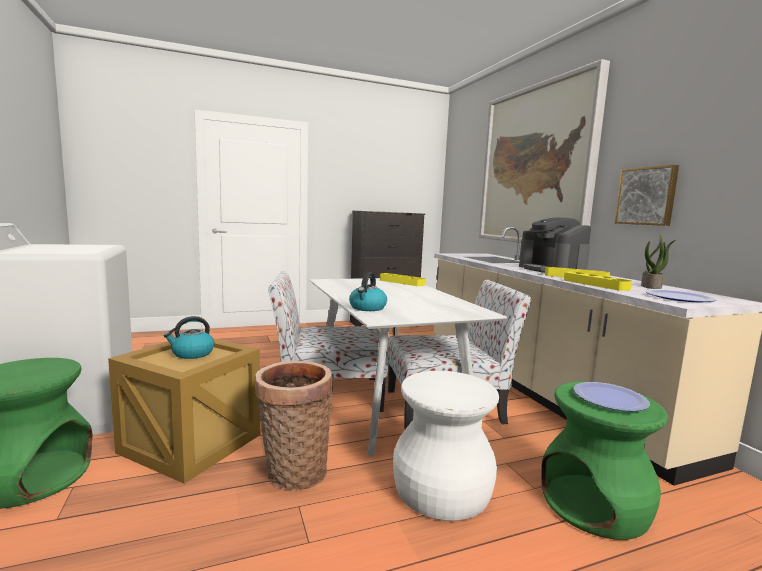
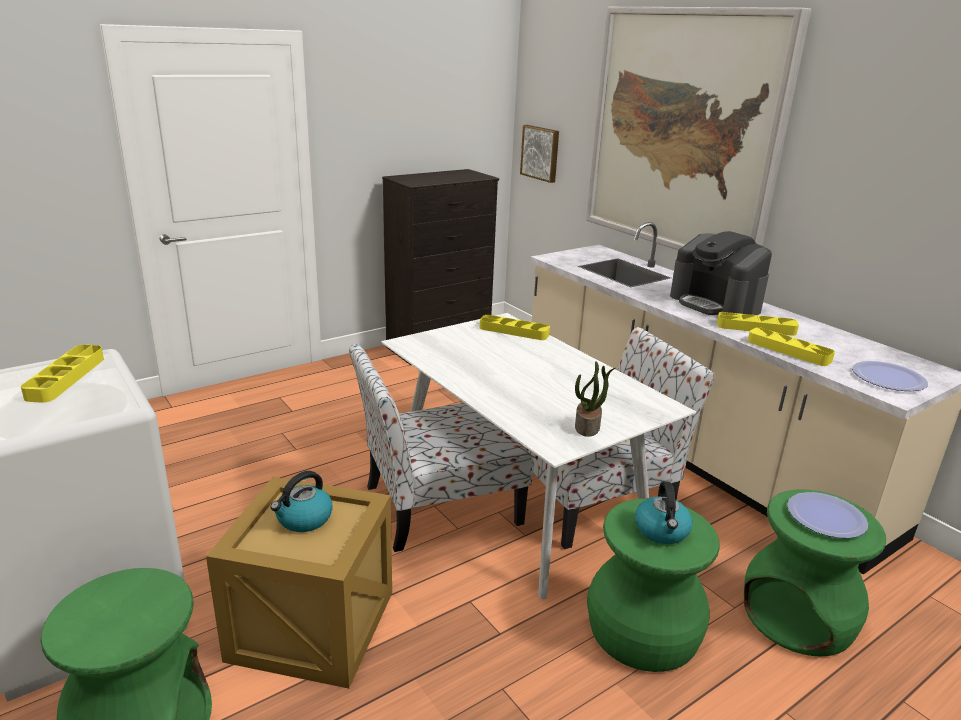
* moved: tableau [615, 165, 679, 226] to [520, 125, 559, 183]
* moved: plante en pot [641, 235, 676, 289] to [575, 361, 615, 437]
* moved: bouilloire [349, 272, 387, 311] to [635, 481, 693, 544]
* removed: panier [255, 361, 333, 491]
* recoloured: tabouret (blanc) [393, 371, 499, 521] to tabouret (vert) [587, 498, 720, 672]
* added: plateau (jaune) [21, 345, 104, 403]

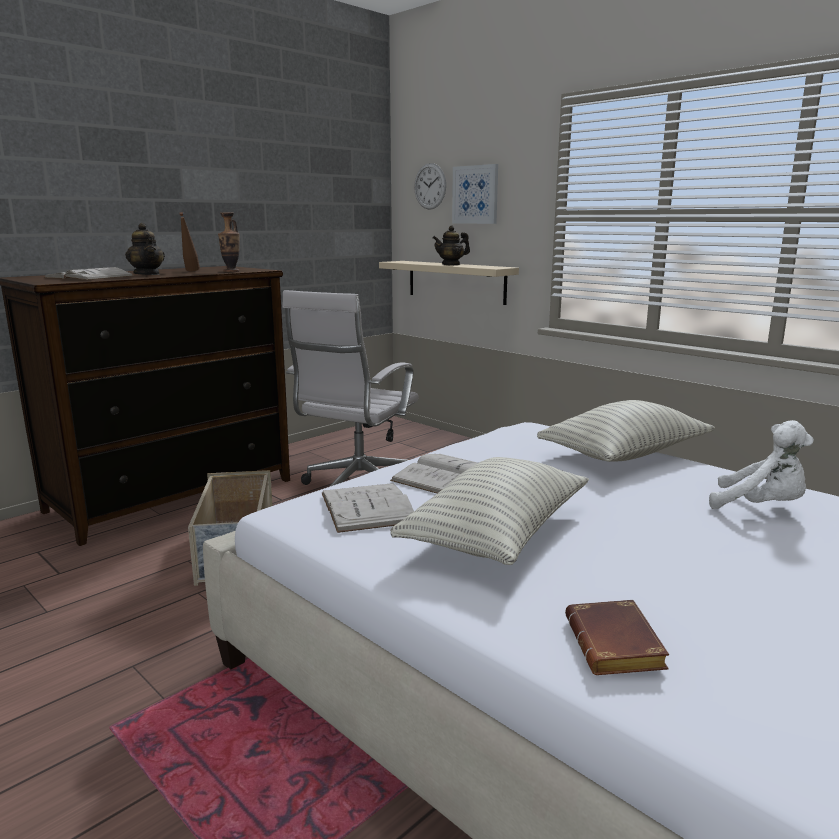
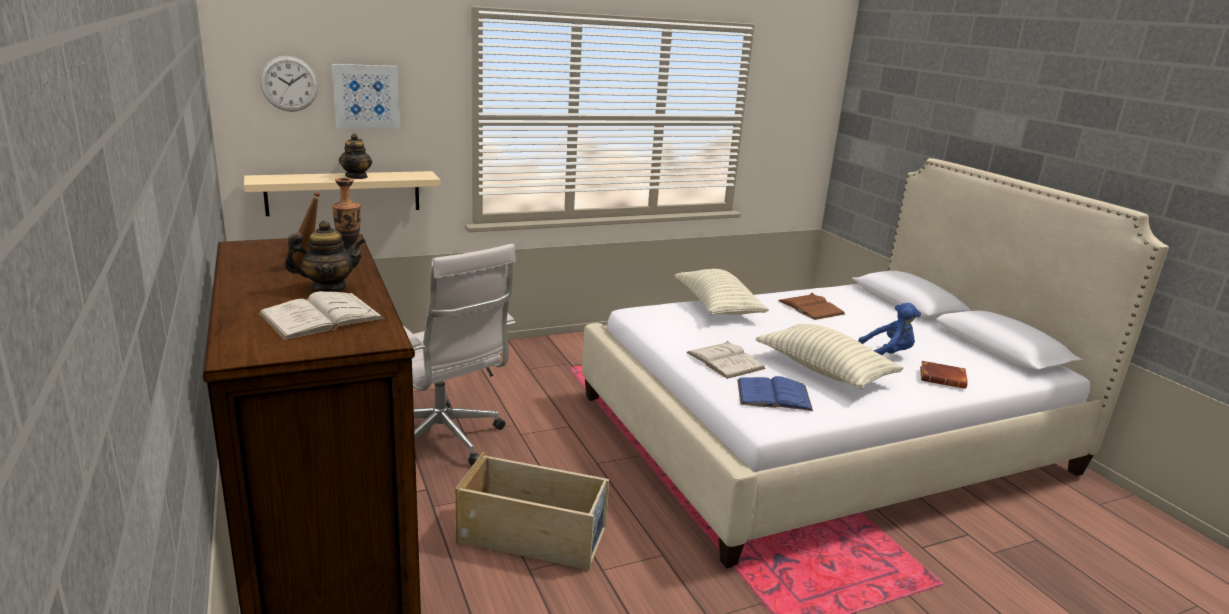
* replaced: peluche (blanc) [709, 420, 814, 509] to livre (marron) [778, 293, 845, 320]
* recoloured: livre (blanc) [322, 483, 414, 533] to livre (bleu) [737, 376, 813, 411]
* added: peluche (bleu) [858, 303, 921, 355]

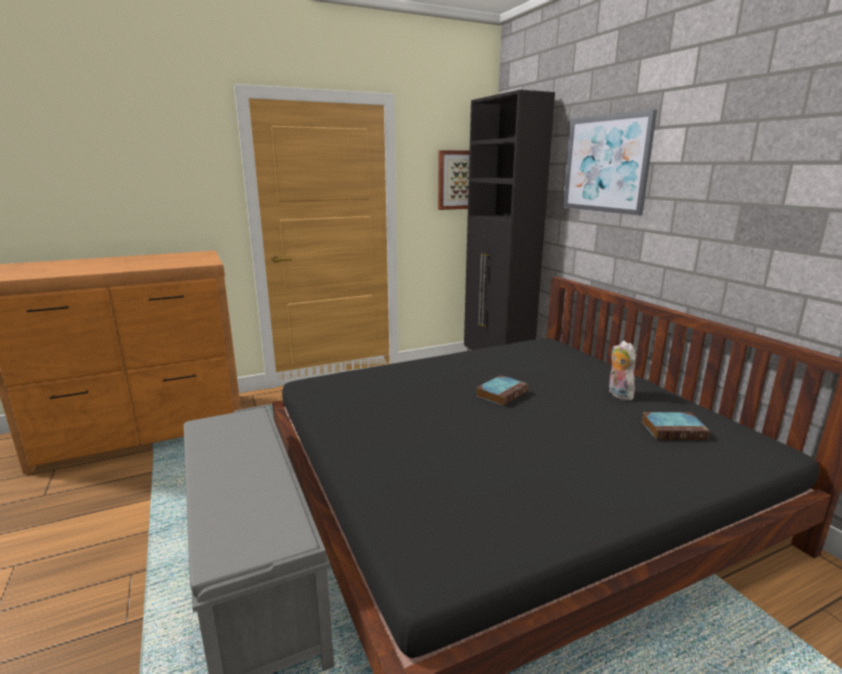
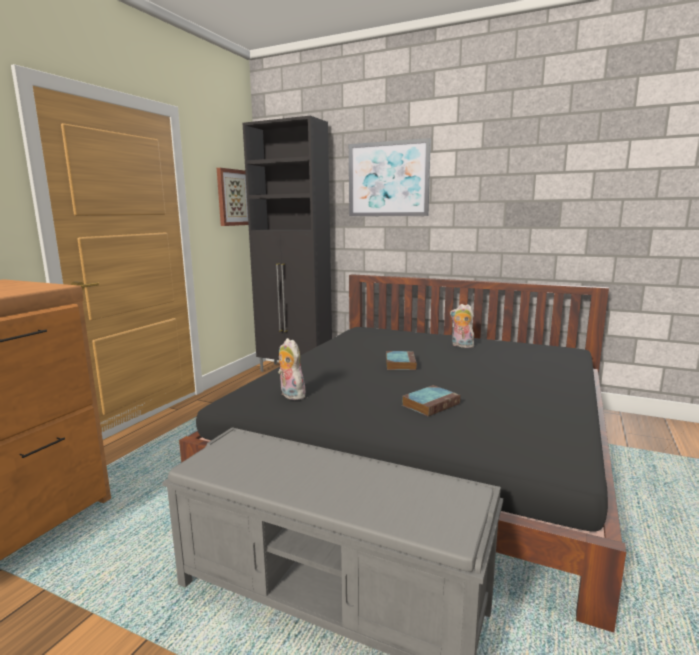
* moved: livre [641, 412, 710, 440] to [402, 385, 461, 416]
* added: peluche [278, 338, 305, 400]

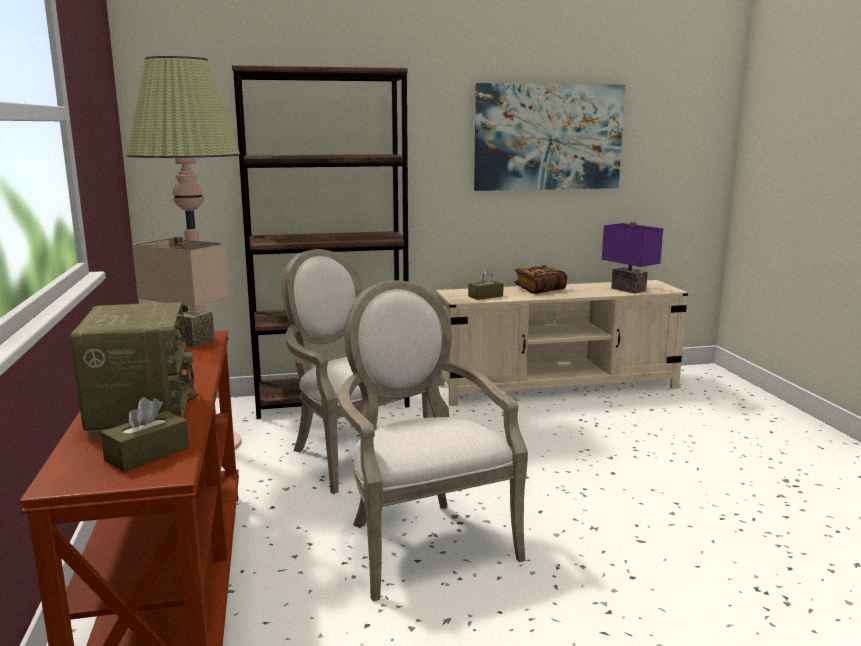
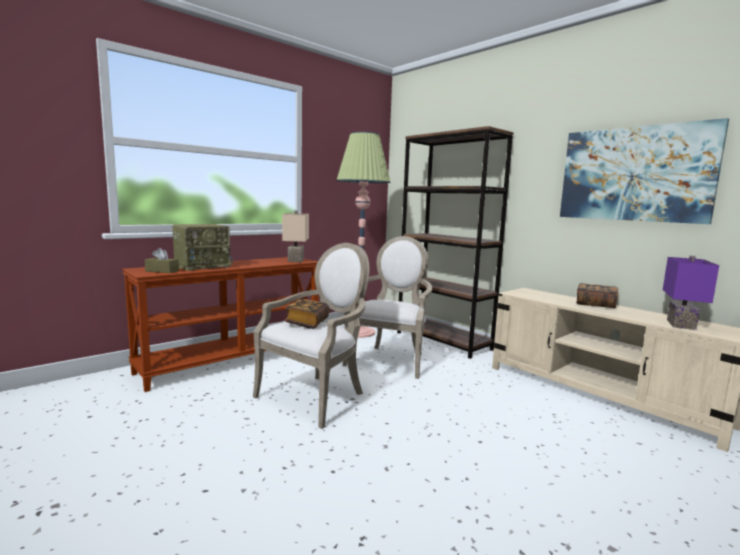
* removed: boîte à mouchoirs (marron) [468, 270, 504, 300]
* added: livre [284, 299, 329, 329]

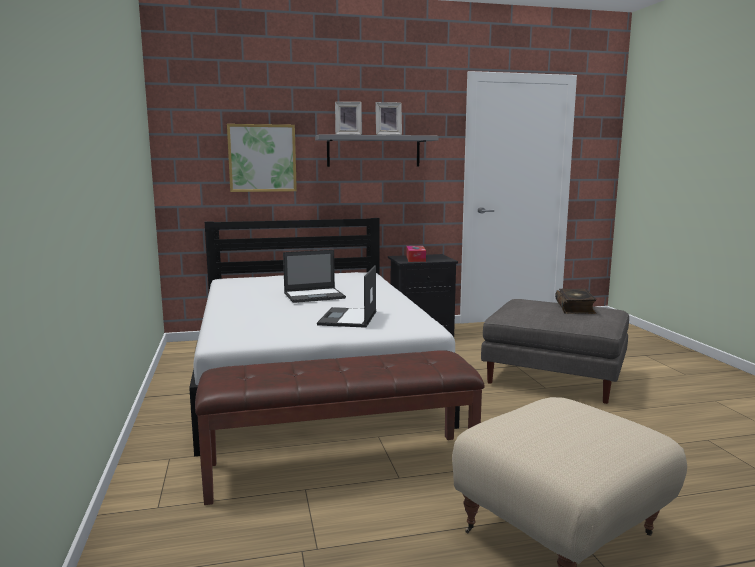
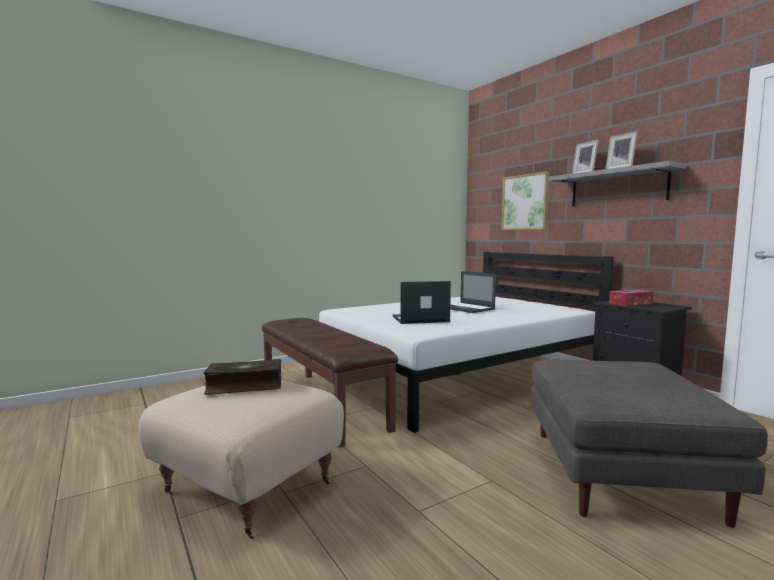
* moved: livre [555, 289, 597, 314] to [203, 359, 281, 395]

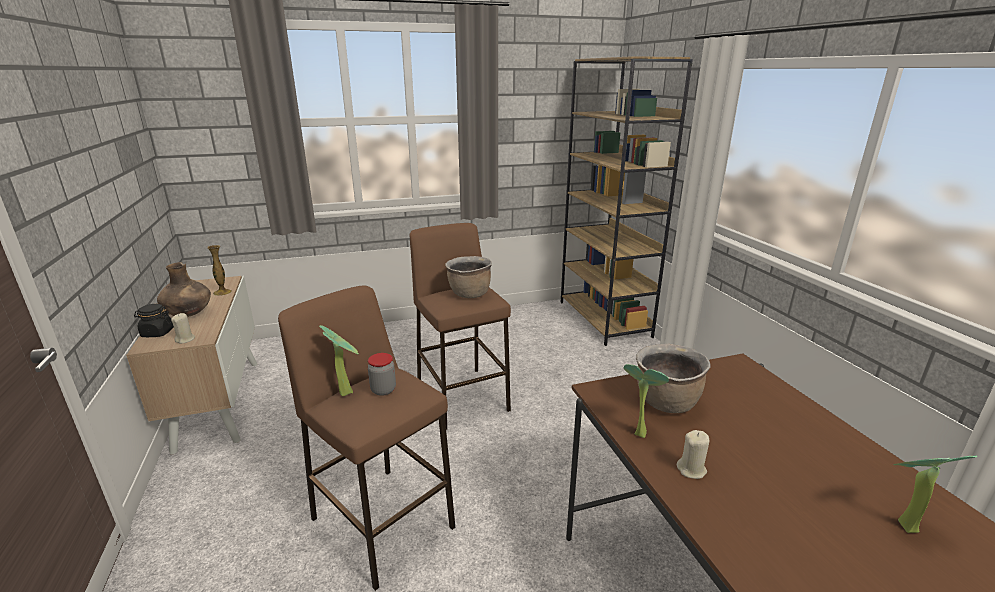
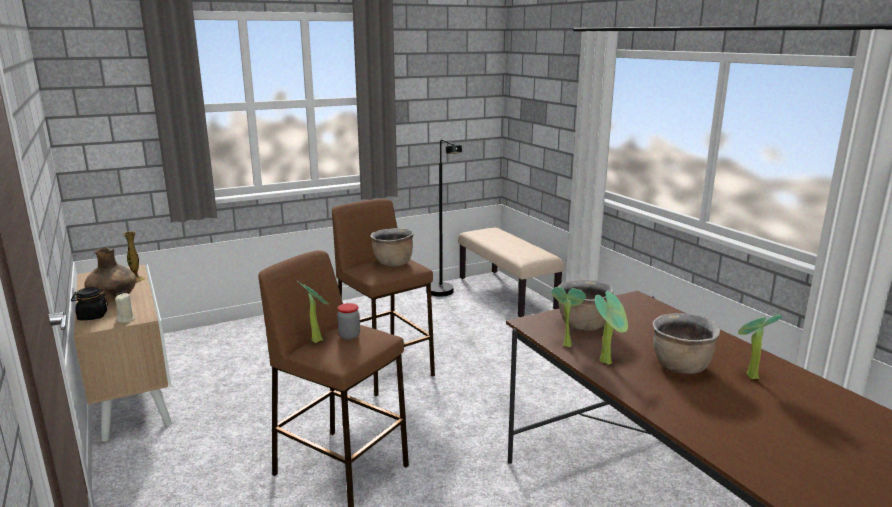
* replaced: bibliothèque (marron) [561, 56, 693, 346] to banc (beige) [458, 228, 565, 317]
* replaced: bougie (beige) [677, 430, 709, 479] to plante en pot [595, 291, 628, 365]
* added: lampadaire (noir) [426, 139, 462, 297]
* added: marmite (marron) [652, 313, 720, 374]

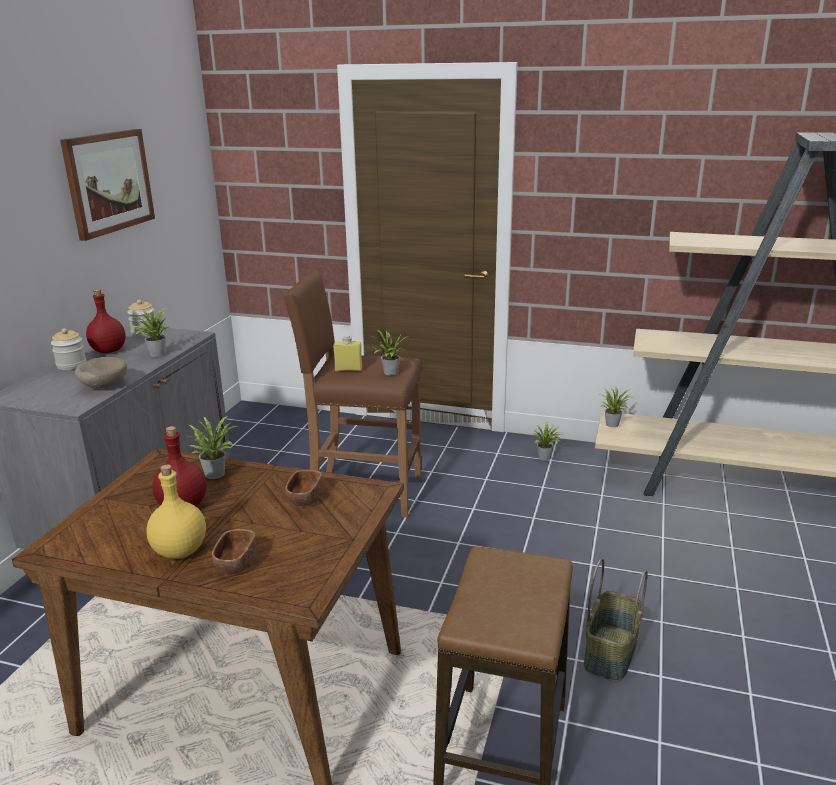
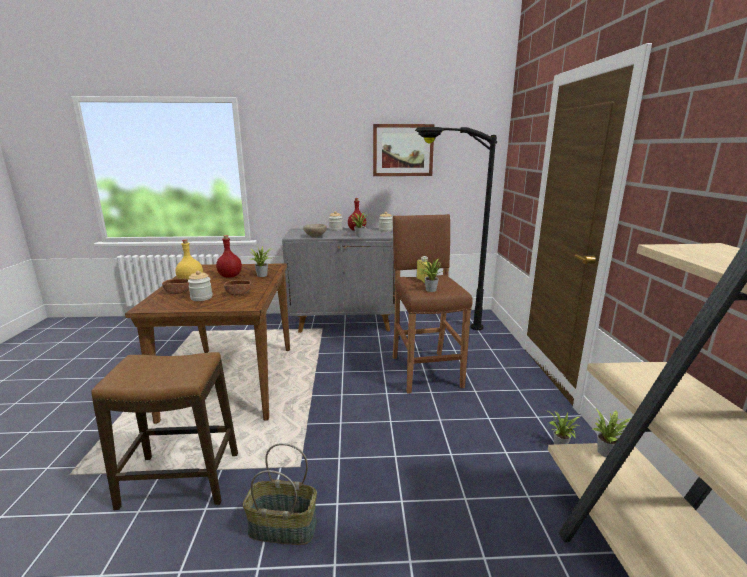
* added: lampadaire (noir) [415, 127, 497, 330]
* added: bocal [188, 271, 213, 301]

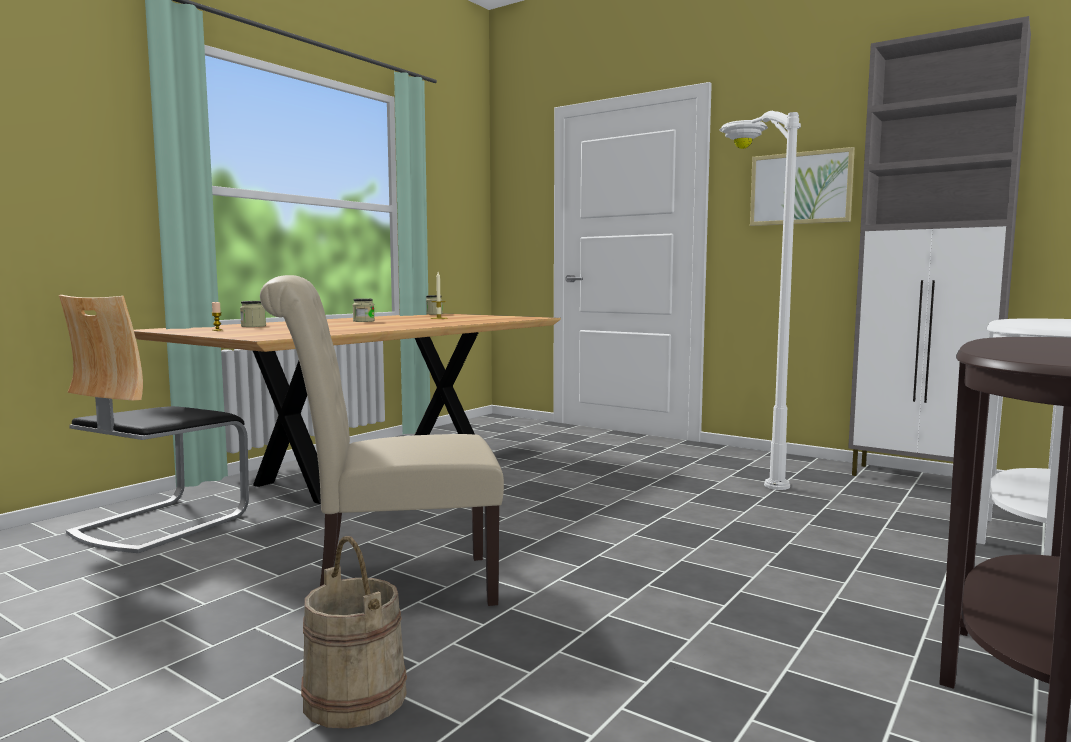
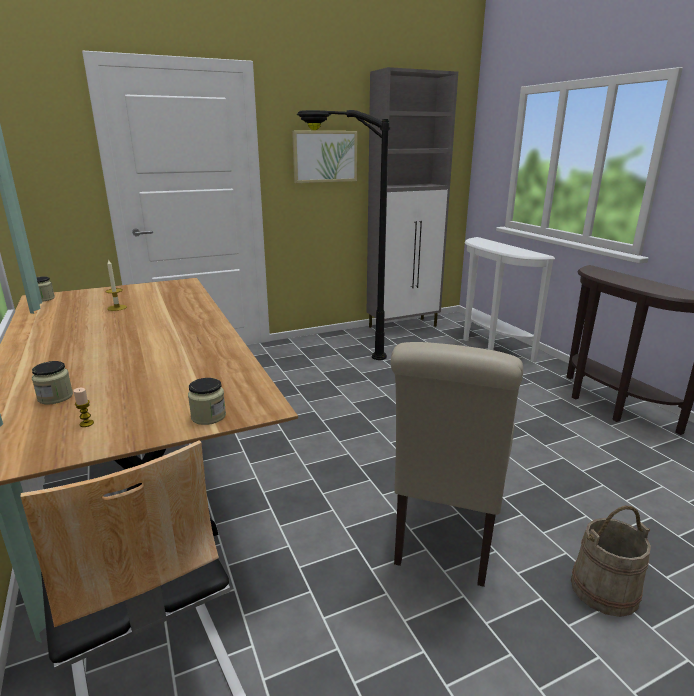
* recoloured: lampadaire (blanc) [719, 111, 801, 490] to lampadaire (noir) [296, 110, 390, 360]
* moved: bocal [353, 299, 375, 322] to [188, 378, 226, 425]

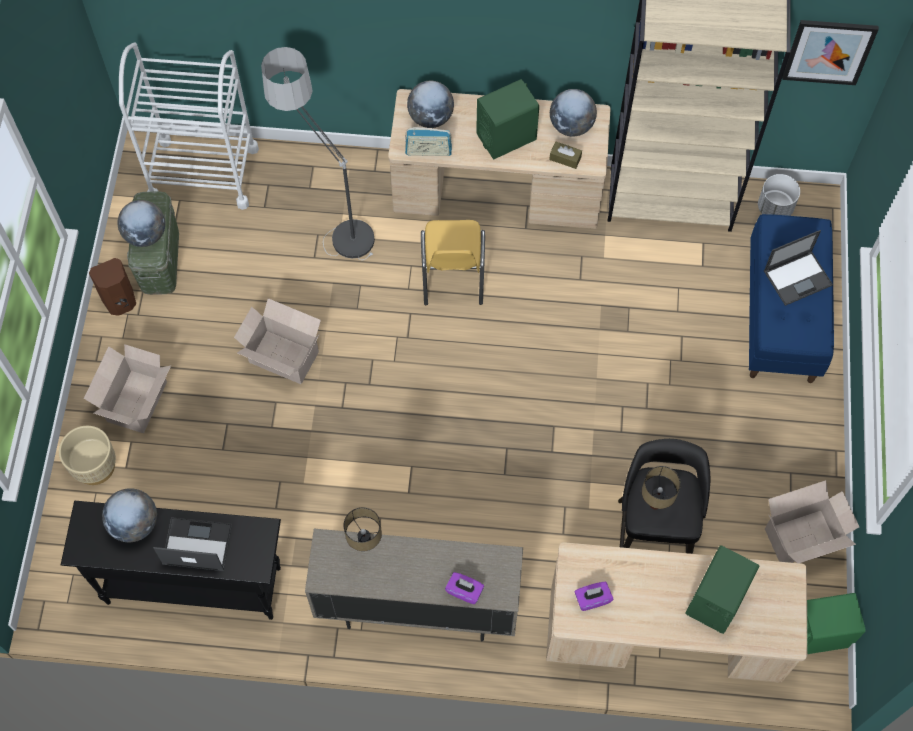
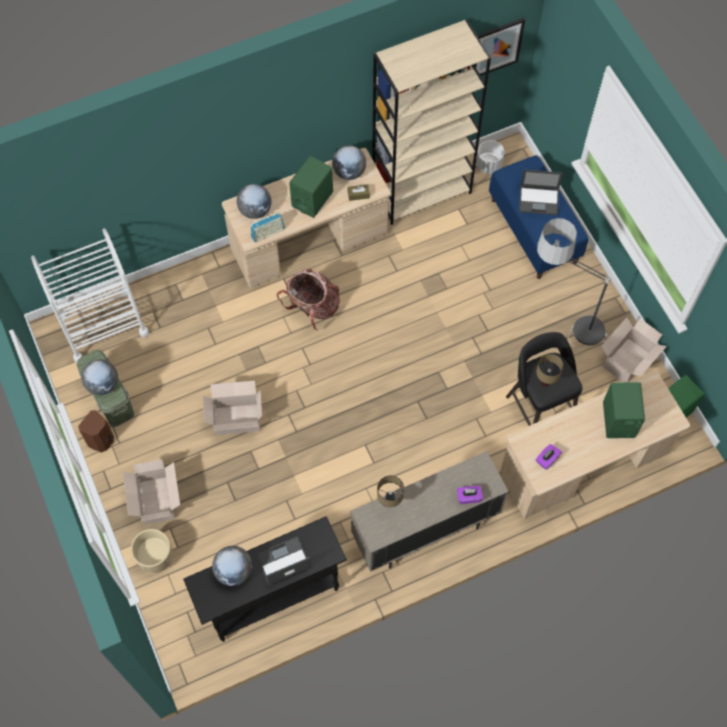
* moved: lampadaire [261, 47, 375, 260] to [537, 218, 611, 349]
* replaced: chaise (jaune) [421, 220, 485, 305] to sac à dos [277, 269, 340, 330]
* turned: ordinateur portable [764, 230, 833, 306] = [519, 169, 563, 215] 60 degrees clockwise

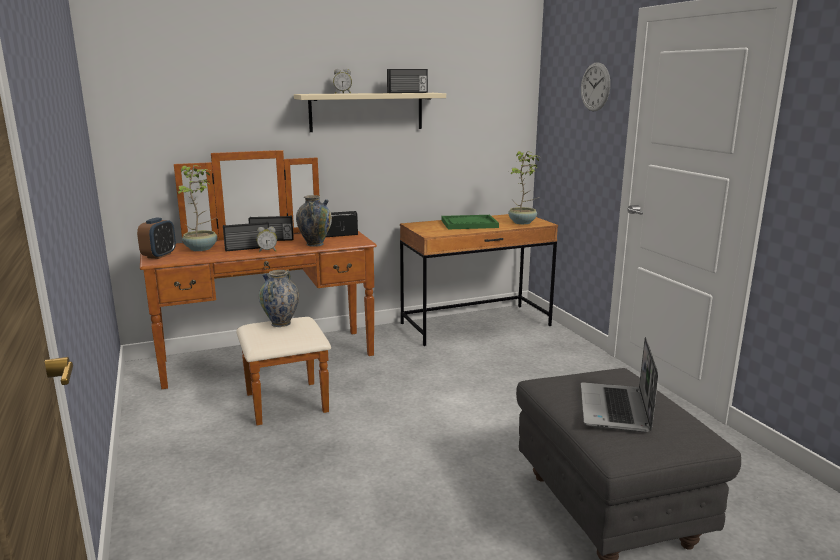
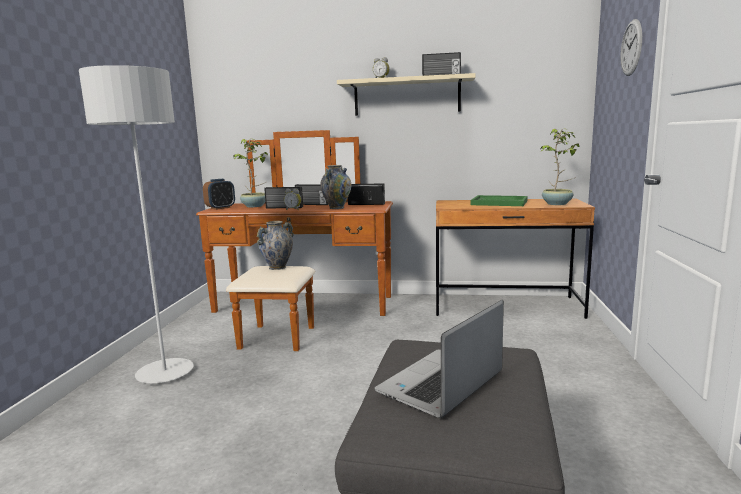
* added: lampadaire (gris) [79, 65, 194, 383]

